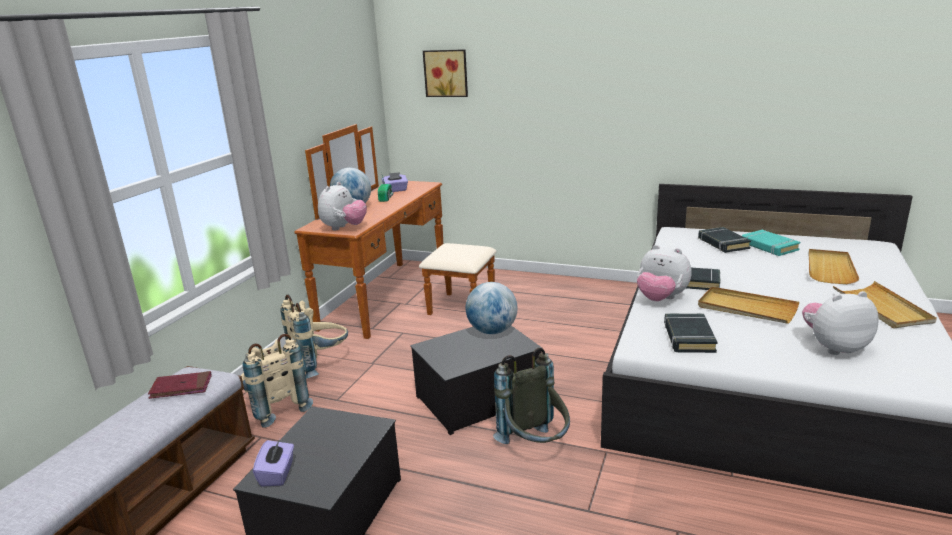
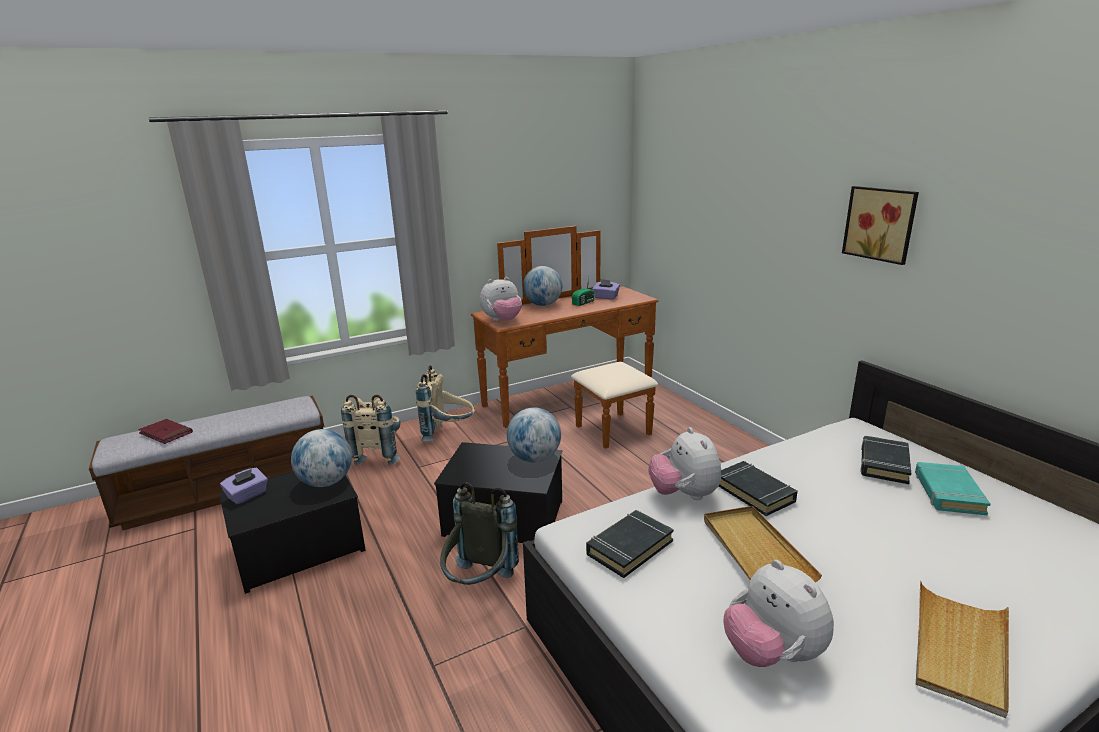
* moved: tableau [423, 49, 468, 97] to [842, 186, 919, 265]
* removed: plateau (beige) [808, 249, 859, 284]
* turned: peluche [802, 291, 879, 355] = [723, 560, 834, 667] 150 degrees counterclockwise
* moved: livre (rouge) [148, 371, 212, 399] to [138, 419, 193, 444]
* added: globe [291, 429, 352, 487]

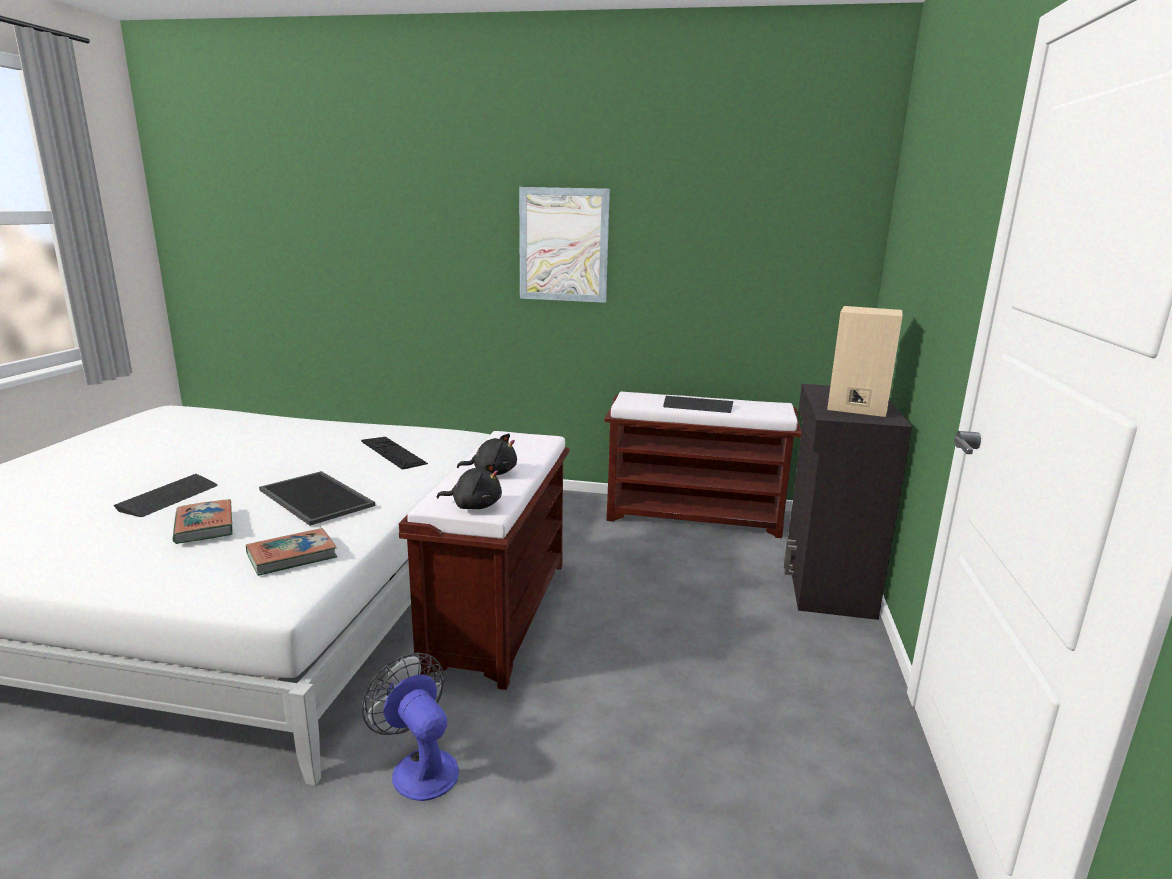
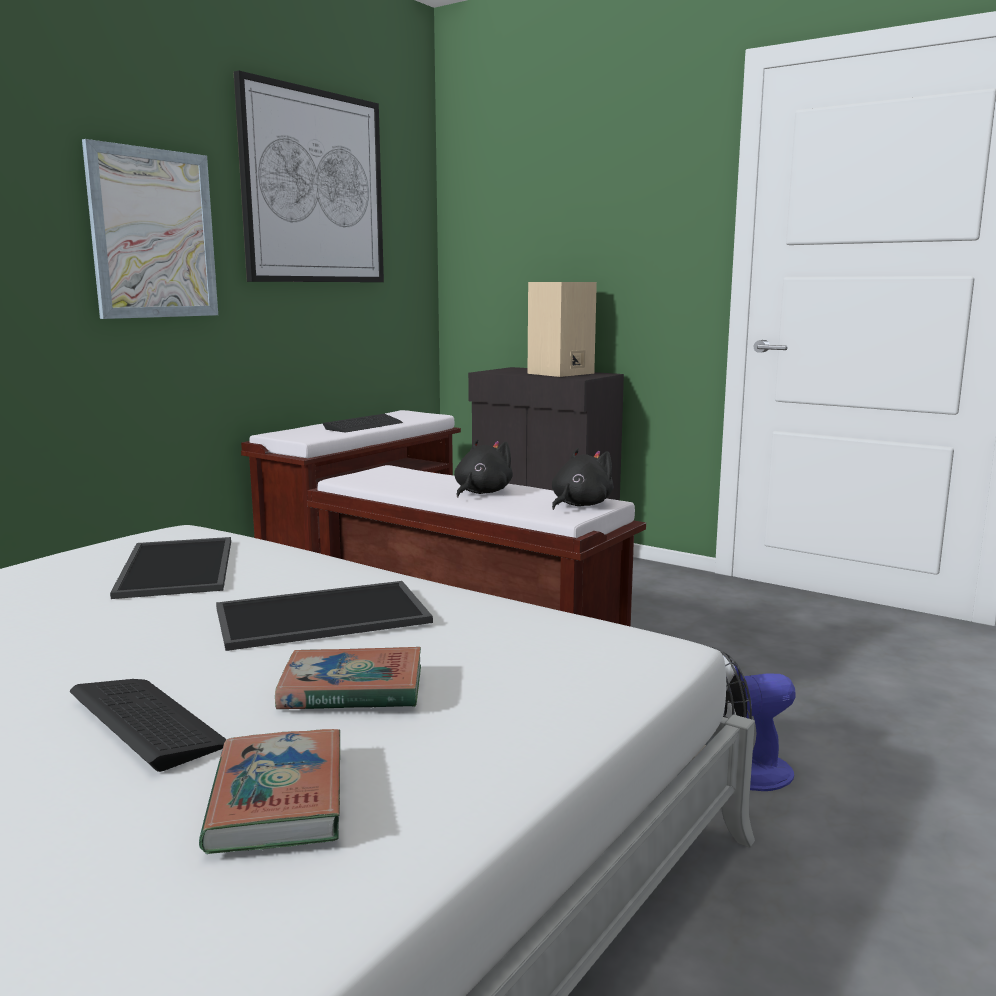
* replaced: clavier [361, 437, 428, 470] to plateau [110, 537, 231, 599]
* moved: livre [246, 528, 338, 576] to [199, 729, 340, 854]
* added: tableau [234, 71, 384, 282]

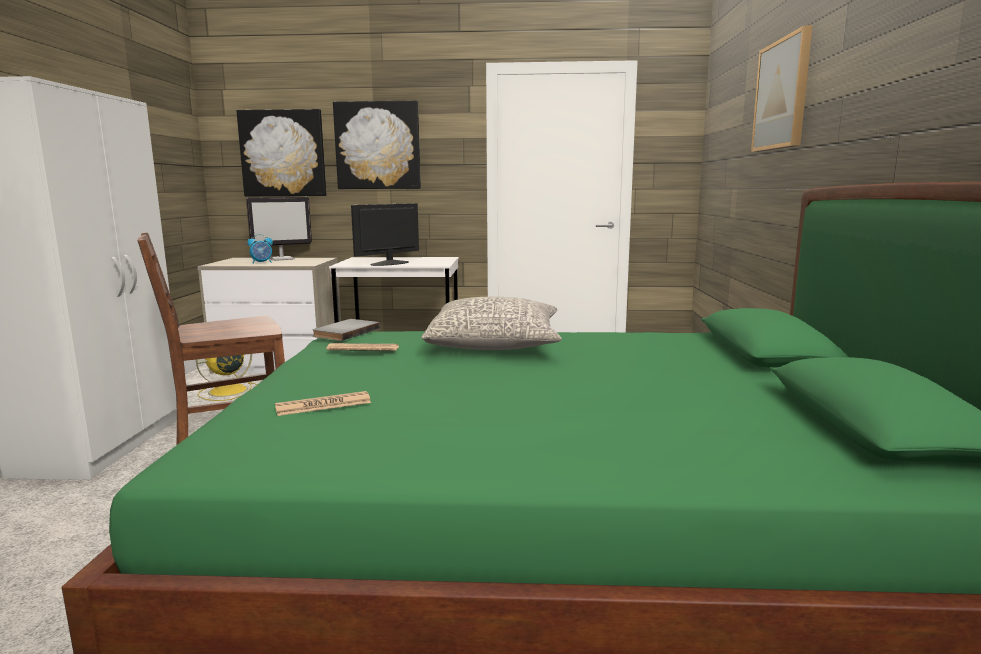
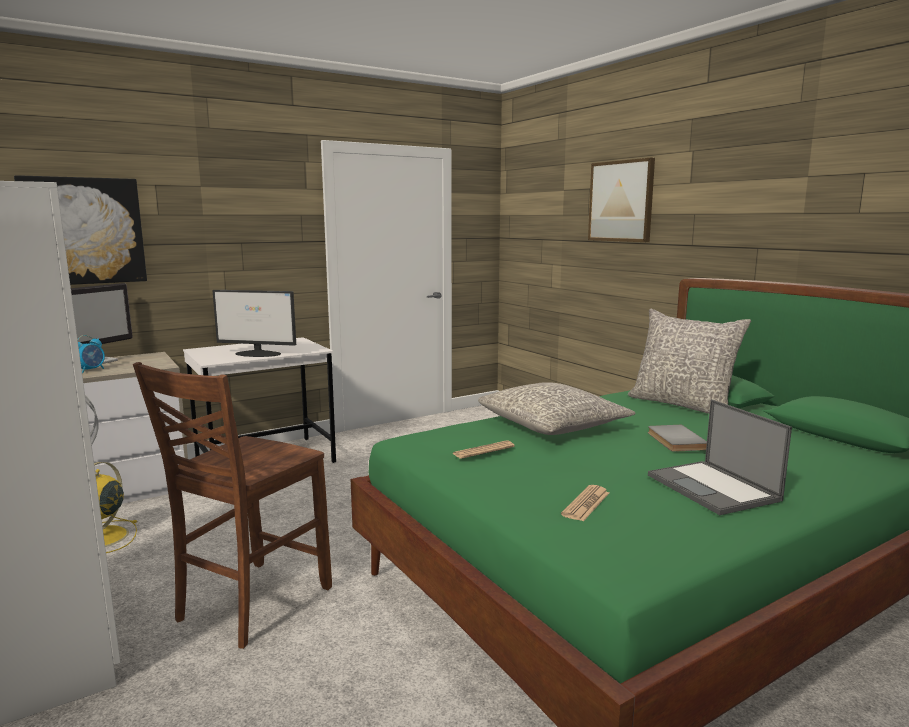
* removed: tableau [333, 100, 421, 189]
* turned: écran d'ordinateur [351, 203, 419, 266] = [212, 290, 296, 357] 90 degrees counterclockwise
* moved: livre (gris) [312, 319, 380, 341] to [648, 425, 707, 452]
* added: coussin (gris) [628, 309, 751, 414]
* added: ordinateur portable [648, 399, 792, 515]

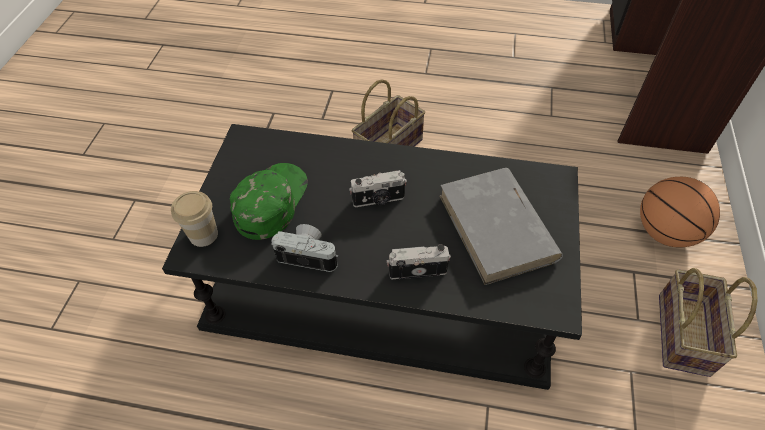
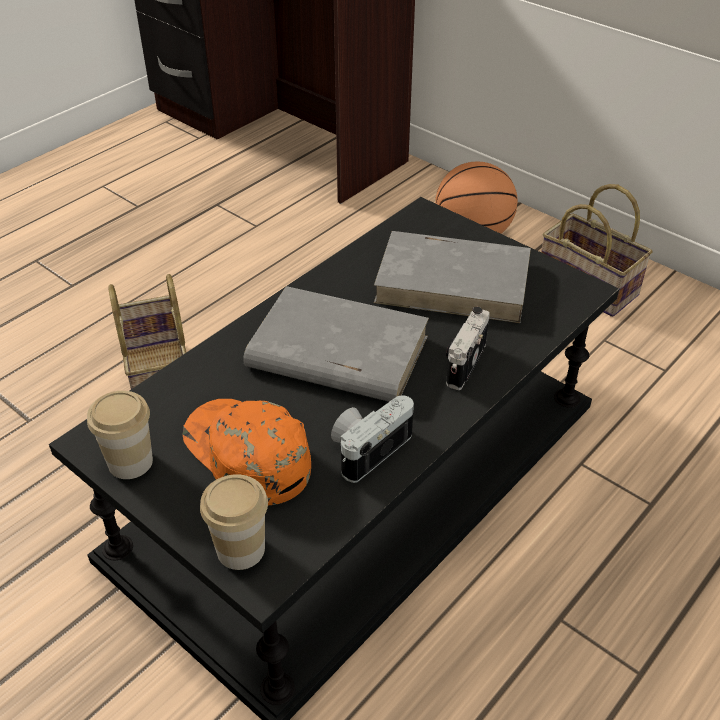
* recoloured: casquette (vert) [230, 163, 308, 240] to casquette (orange) [183, 399, 311, 505]
* replaced: appareil photo [349, 170, 407, 207] to livre (gris) [243, 286, 429, 402]
* added: tasse [87, 391, 153, 479]

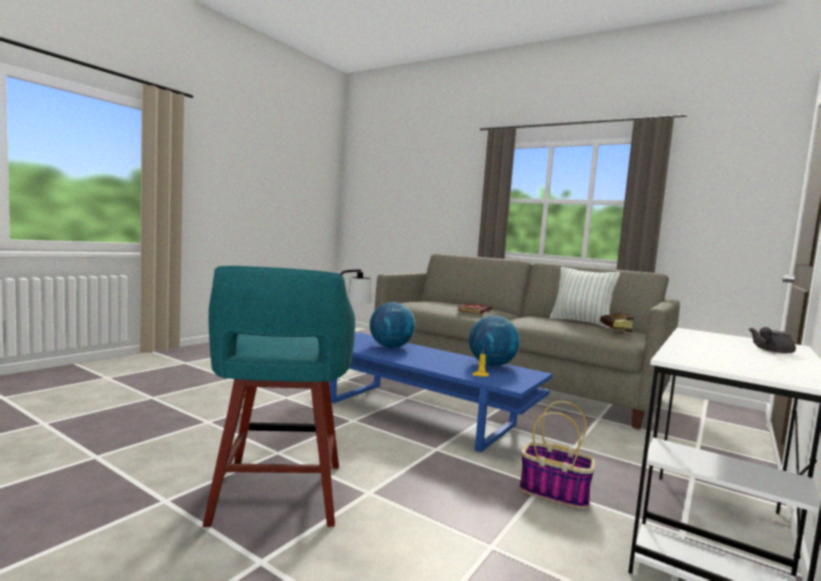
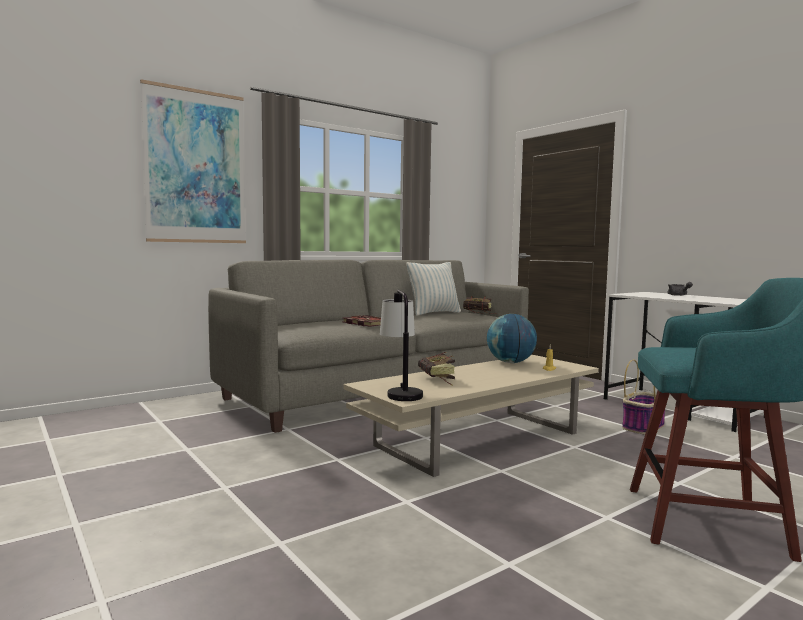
* replaced: globe [370, 302, 416, 348] to livre [418, 352, 455, 385]
* recoloured: table basse (bleu) [330, 333, 552, 452] to table basse (beige) [343, 355, 599, 477]
* added: tableau [140, 79, 246, 243]

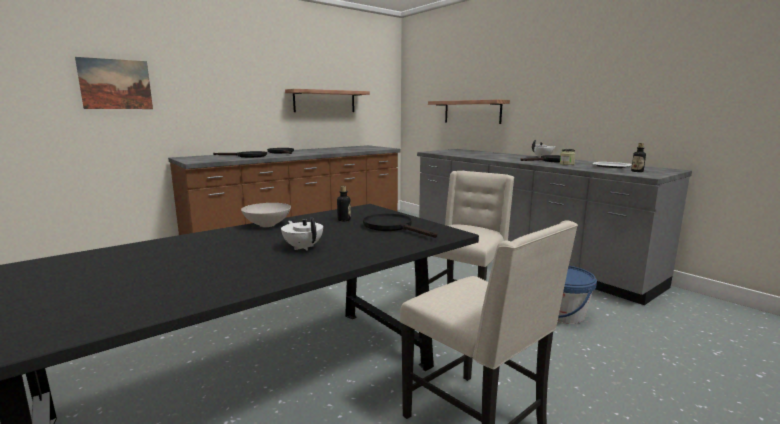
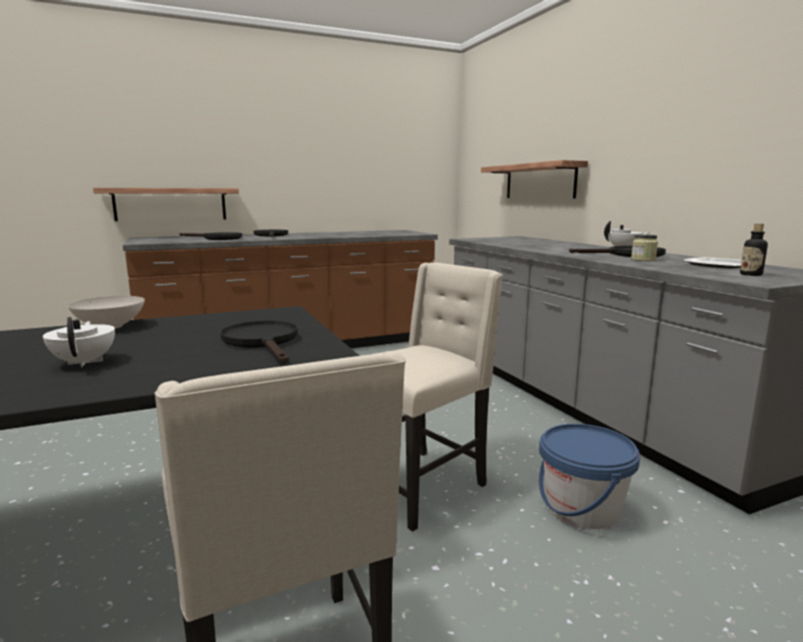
* removed: tableau [75, 57, 153, 109]
* moved: étagère [285, 89, 370, 112] to [93, 188, 239, 221]
* removed: bouteille [337, 186, 351, 221]

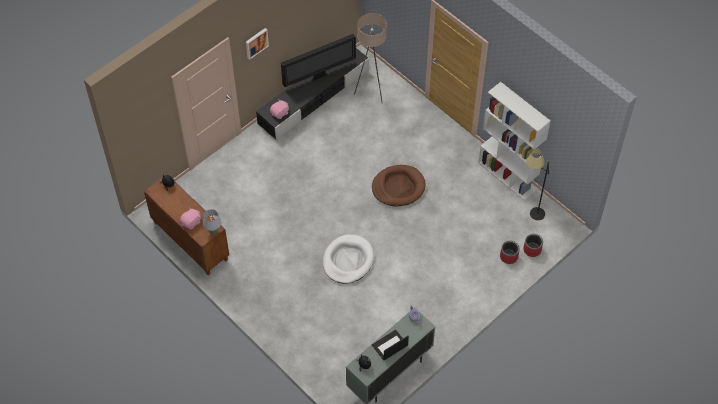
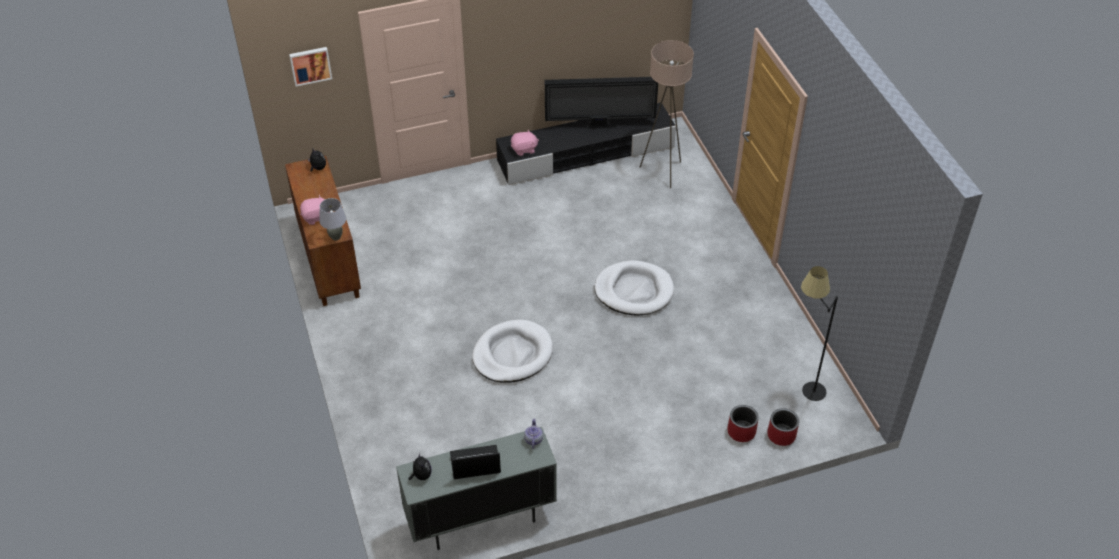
* moved: tableau [246, 28, 269, 60] to [289, 47, 332, 87]
* removed: bibliothèque (blanc) [478, 82, 551, 200]
* recoloured: panier pour chien (marron) [372, 165, 426, 207] to panier pour chien (blanc) [594, 260, 674, 315]

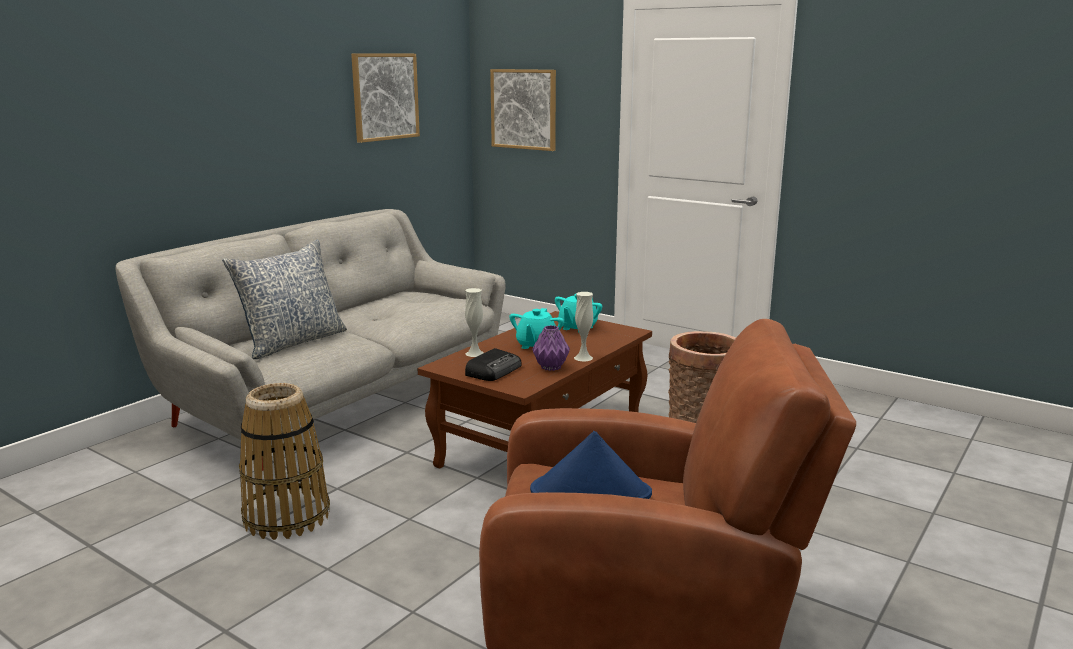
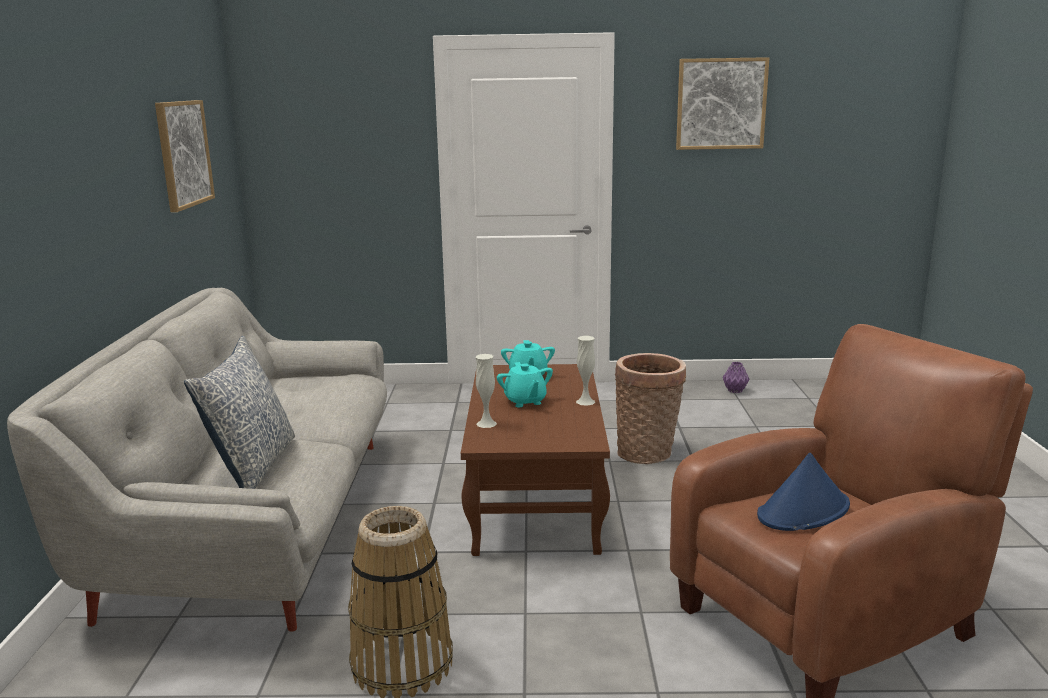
* moved: tableau [490, 69, 556, 151] to [676, 57, 769, 150]
* moved: vase (violet) [532, 325, 570, 371] to [723, 362, 750, 393]
* removed: radio [465, 348, 522, 381]

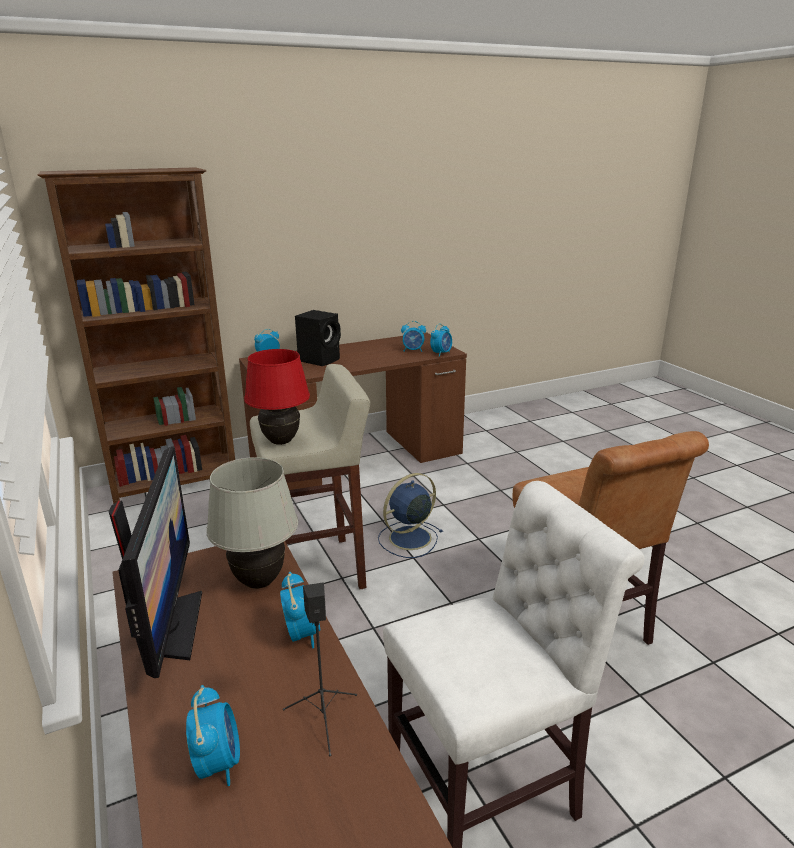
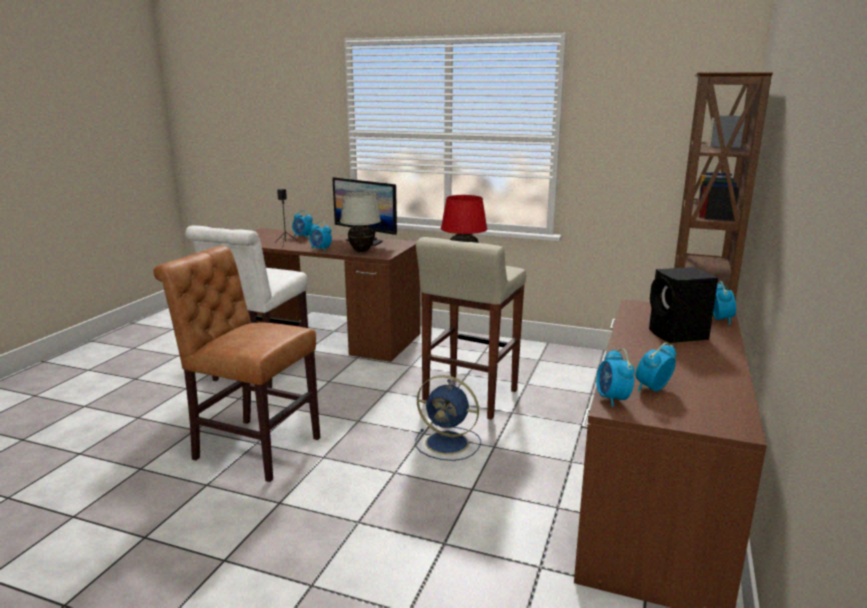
* turned: ventilateur (bleu) [378, 473, 443, 558] = [415, 375, 481, 461] 105 degrees clockwise

